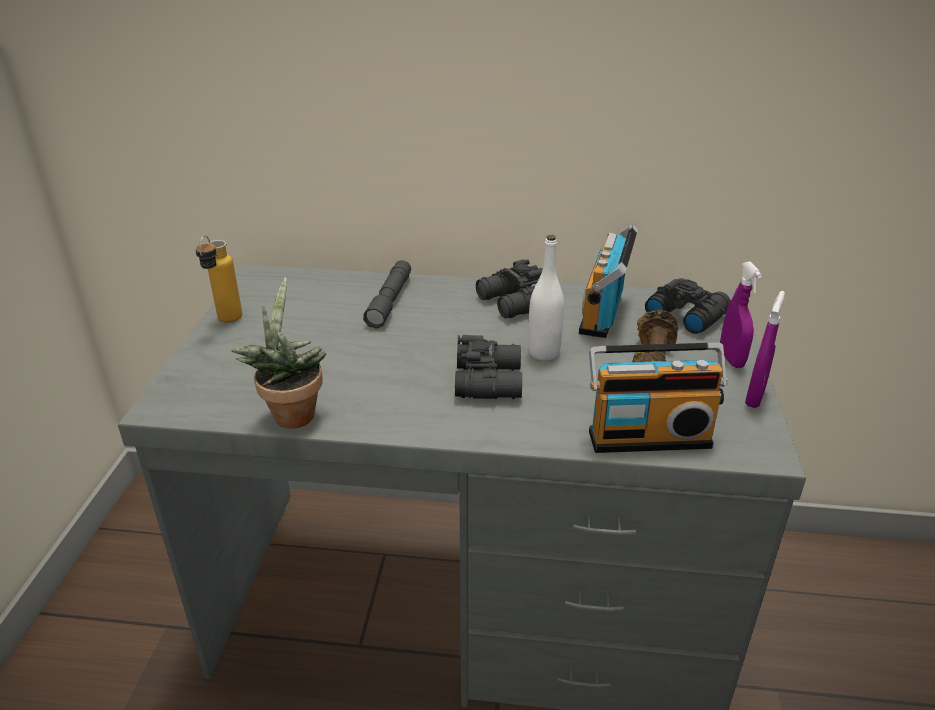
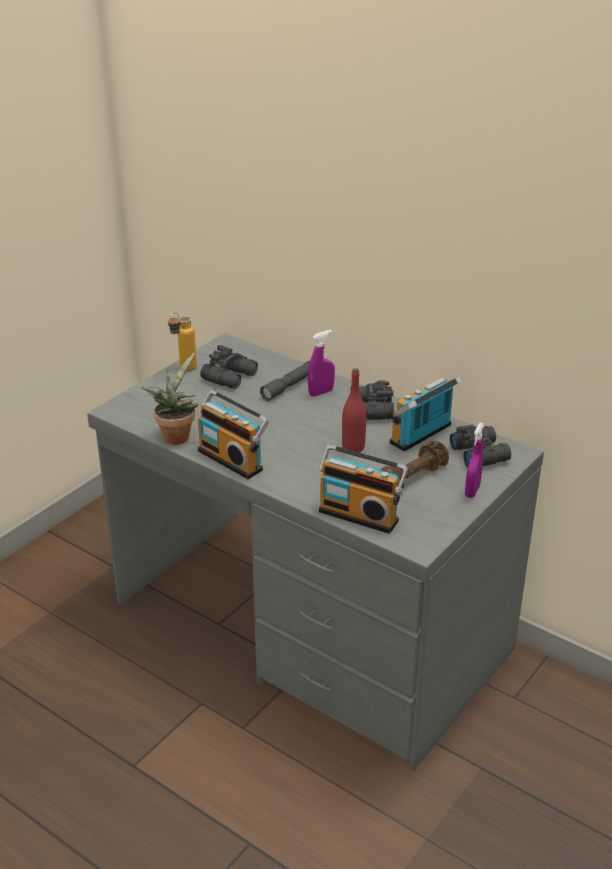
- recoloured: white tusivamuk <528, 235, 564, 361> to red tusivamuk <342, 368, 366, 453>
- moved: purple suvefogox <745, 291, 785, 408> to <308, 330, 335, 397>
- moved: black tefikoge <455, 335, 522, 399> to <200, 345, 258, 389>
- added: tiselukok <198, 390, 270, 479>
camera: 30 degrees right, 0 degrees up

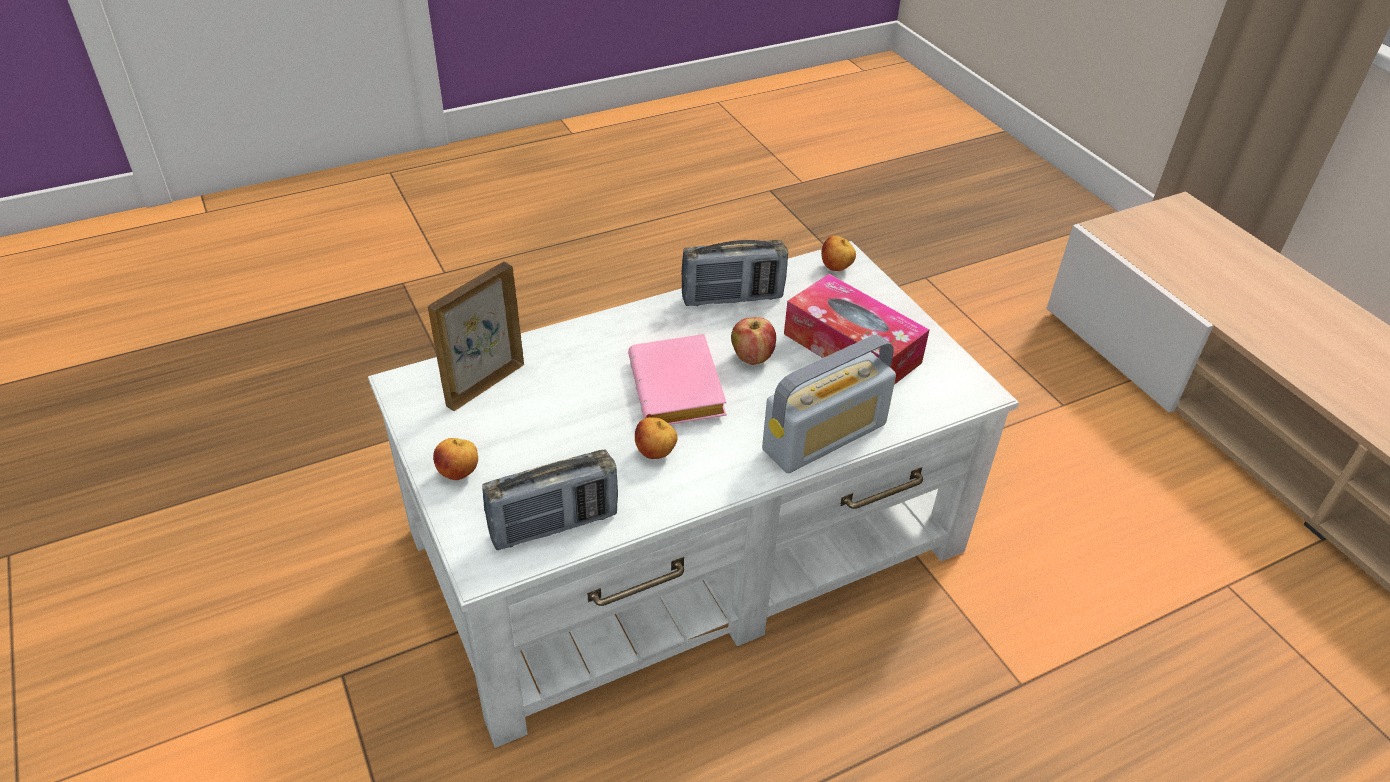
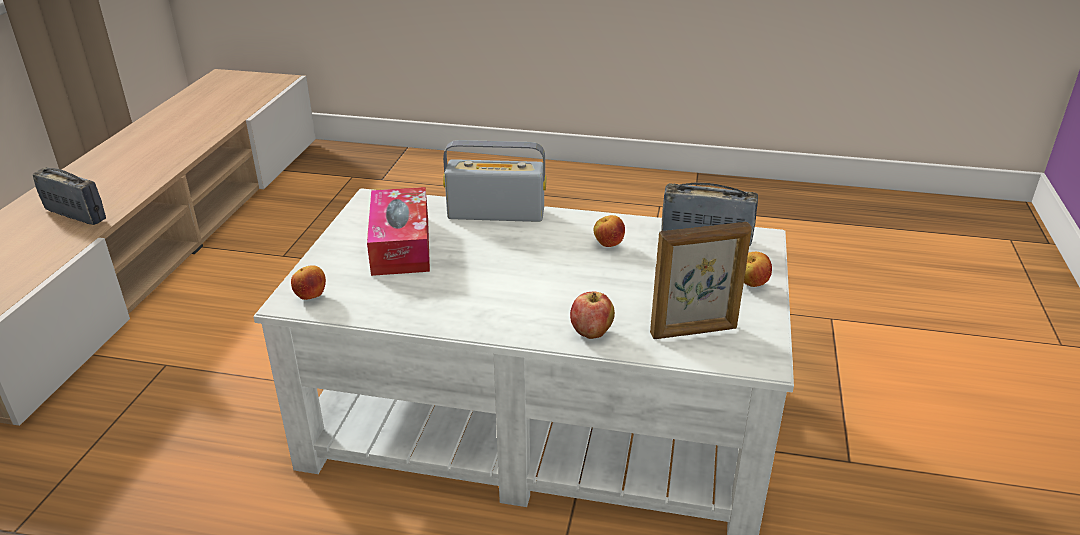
- moved: tiselukok <681, 240, 788, 306> to <33, 167, 106, 225>
- moved: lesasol <731, 317, 776, 365> to <570, 292, 615, 339>
- removed: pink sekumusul <628, 334, 727, 425>
camera: 140 degrees left, 10 degrees down

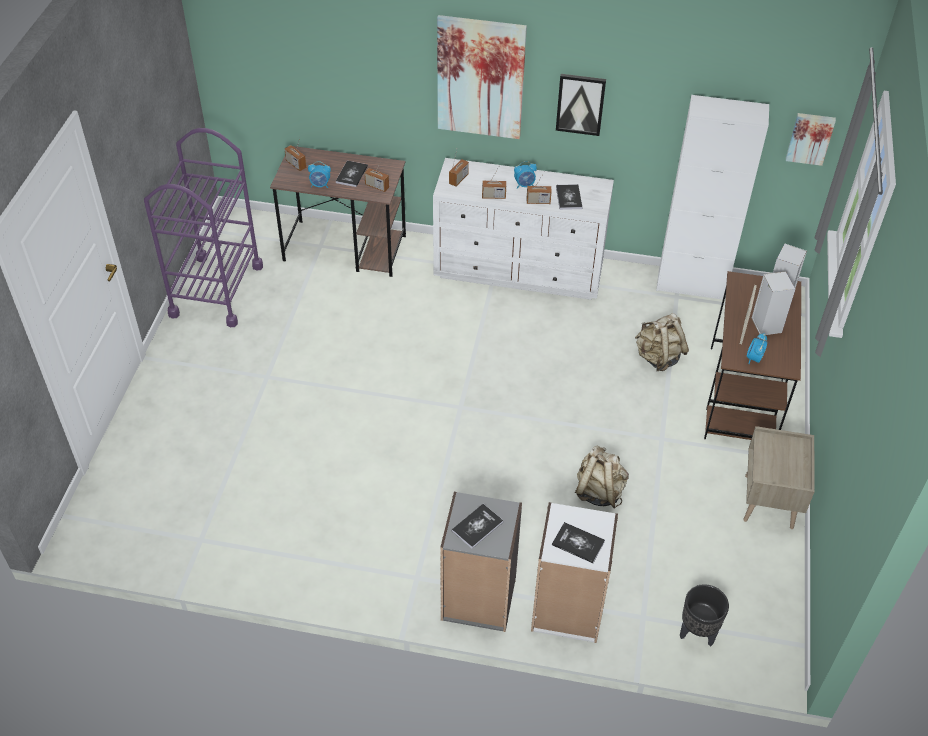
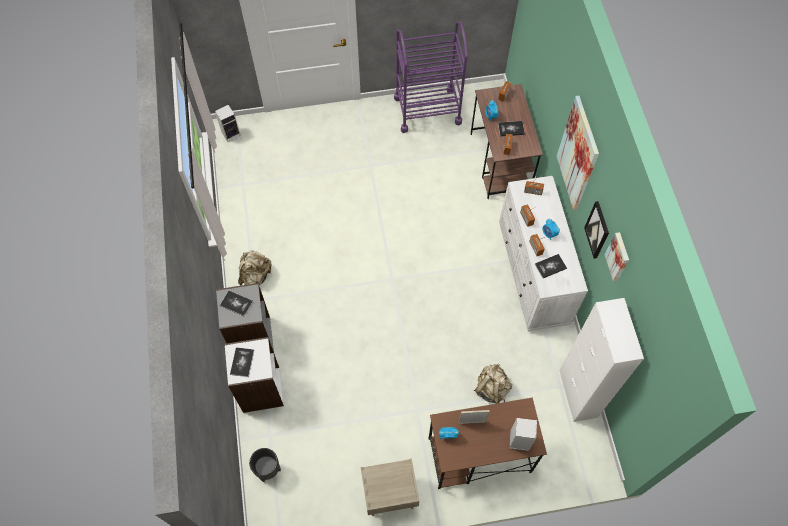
- moved: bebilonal <786, 113, 836, 166> to <605, 232, 629, 281>
- moved: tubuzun <752, 271, 795, 335> to <215, 105, 241, 142>
- moved: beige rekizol <575, 445, 629, 509> to <238, 250, 272, 286>
camera: 70 degrees right, 15 degrees up

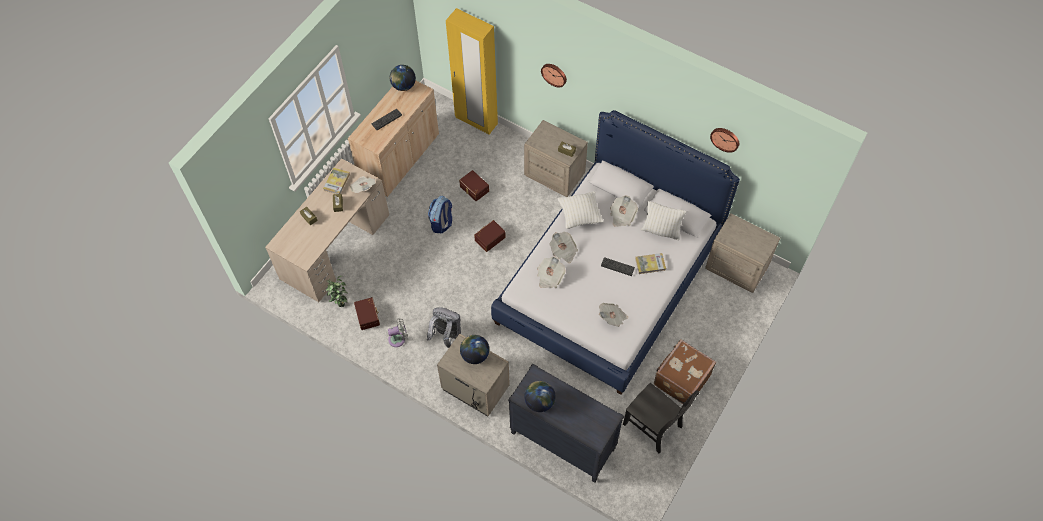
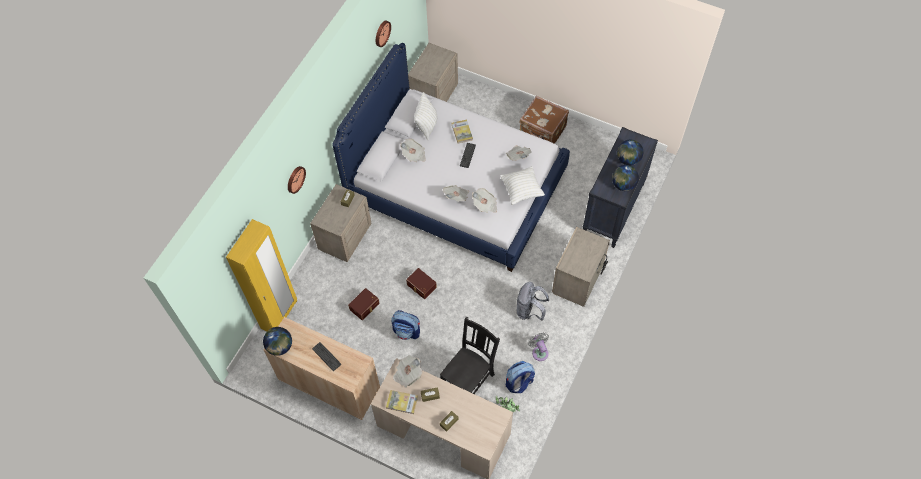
- moved: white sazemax <557, 191, 604, 229> to <500, 166, 545, 205>
- replaced: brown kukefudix <354, 297, 380, 330> to rekizol <506, 361, 535, 393>
- moved: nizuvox <460, 335, 489, 364> to <617, 140, 643, 166>
- moved: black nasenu <623, 383, 700, 454> to <440, 317, 500, 394>
camera: 95 degrees left, 0 degrees up

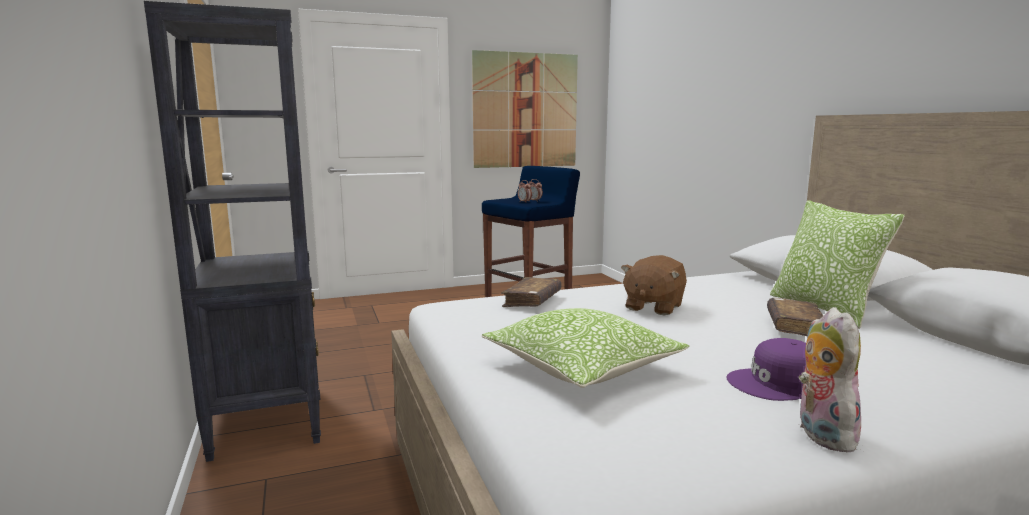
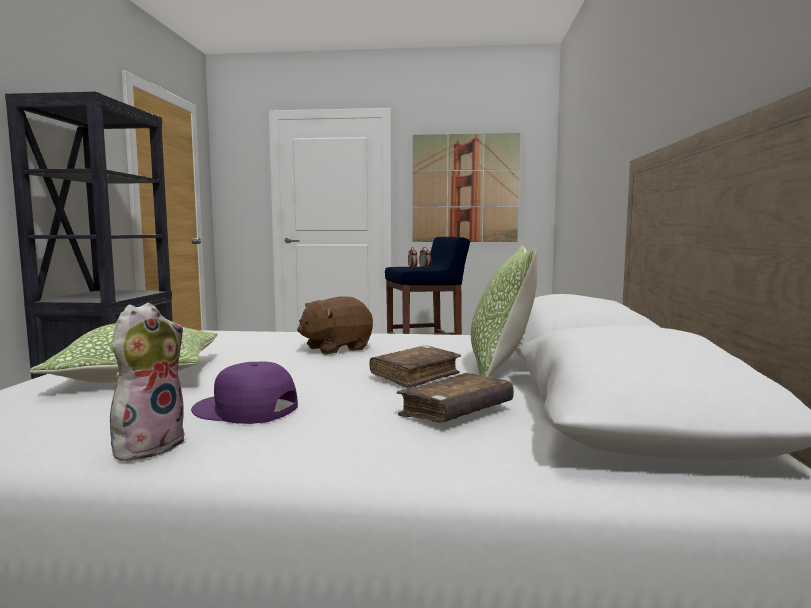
- moved: brown sekumusul <501, 277, 562, 307> to <396, 373, 514, 423>
camera: 25 degrees right, 5 degrees down

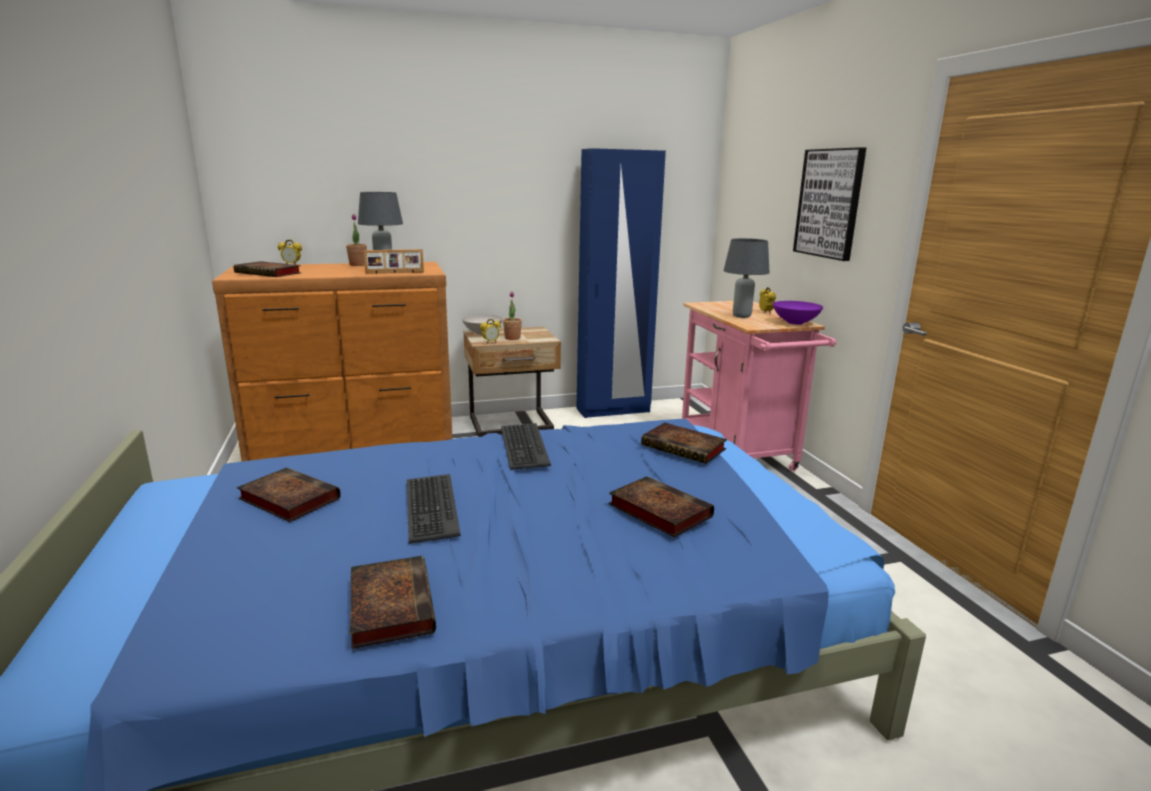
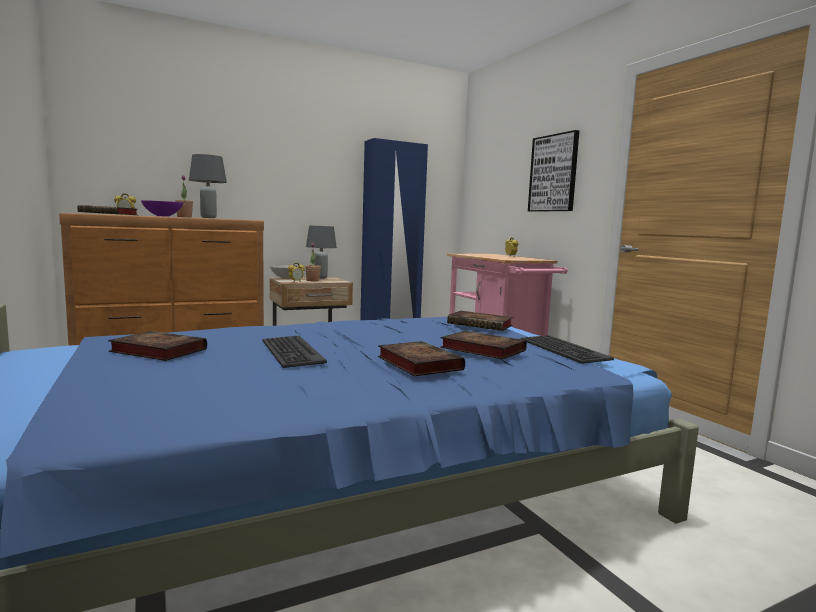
- moved: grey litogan <723, 238, 770, 318> to <306, 226, 337, 279>
- removed: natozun <363, 249, 424, 274>
- moved: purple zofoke <773, 301, 823, 325> to <141, 200, 183, 217>
- moved: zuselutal <501, 423, 551, 470> to <521, 335, 614, 364>
- moved: sekumusul <350, 556, 436, 649> to <378, 341, 465, 376>
camera: 10 degrees left, 10 degrees down

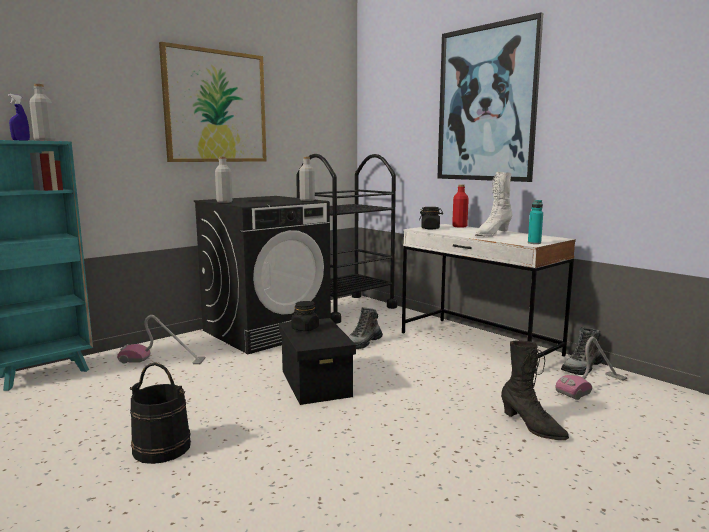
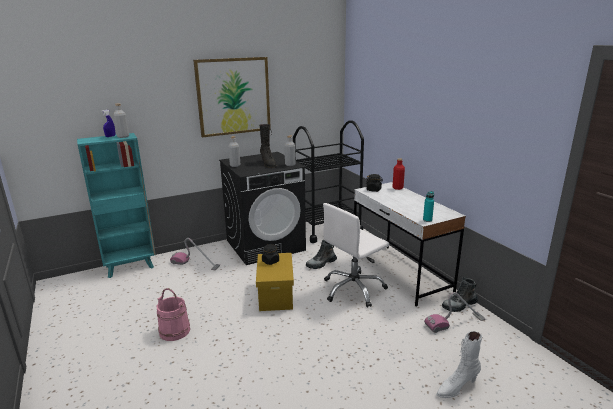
- removed: bebilonal <437, 12, 543, 182>
- moved: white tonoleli <475, 172, 512, 236> to <436, 331, 483, 398>
- recoloured: black kukefudix <279, 318, 356, 405> to yellow kukefudix <256, 253, 294, 311>
- moved: black tonoleli <501, 341, 569, 440> to <260, 124, 277, 168>
- recoloured: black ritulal <130, 362, 191, 464> to pink ritulal <157, 288, 190, 341>
- added: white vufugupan <323, 203, 389, 307>
camera: 15 degrees right, 10 degrees up

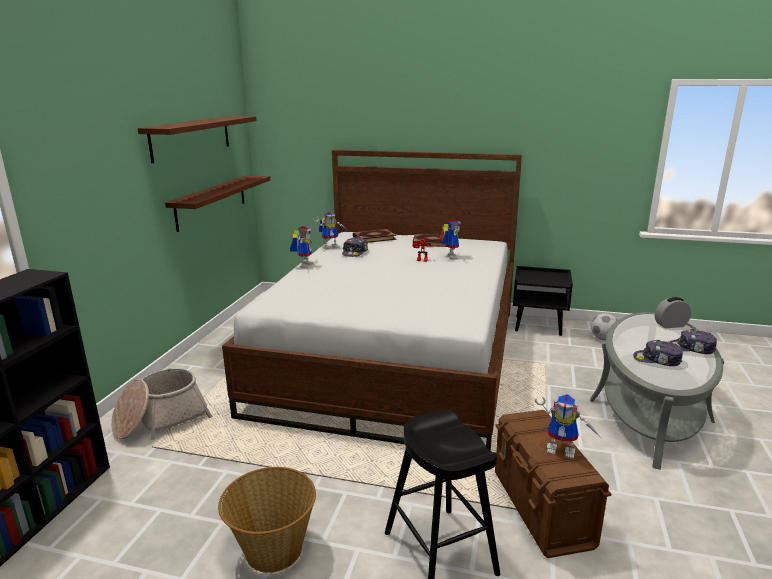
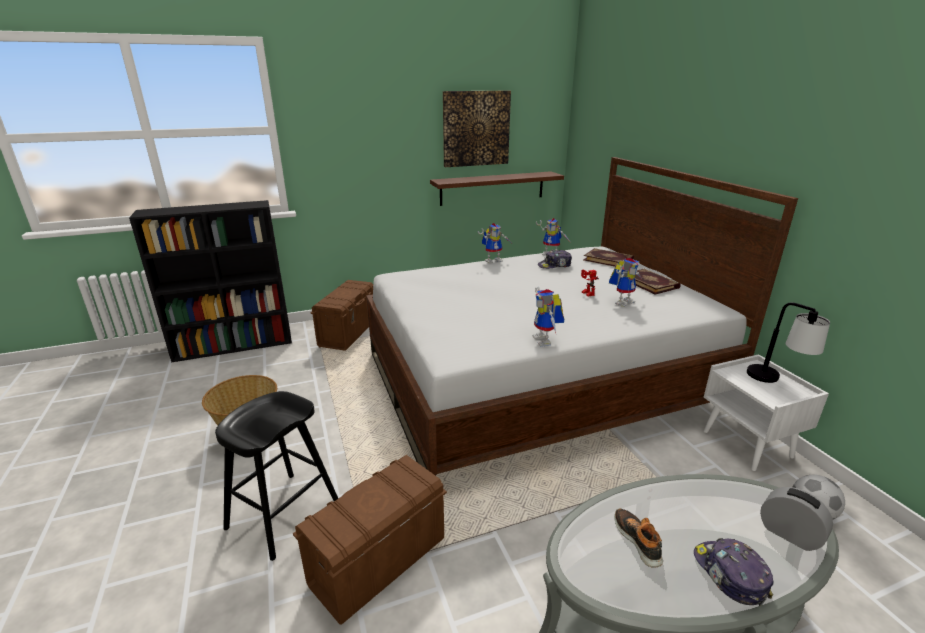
- replaced: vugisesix <138, 116, 257, 163> to bebilonal <443, 91, 511, 167>
- recoloured: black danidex <513, 266, 573, 336> to white danidex <704, 354, 829, 471>
- replaced: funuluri <633, 340, 683, 366> to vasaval <614, 508, 663, 568>
- replaced: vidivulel <111, 368, 212, 440> to brown kukefudix <310, 280, 373, 351>
- moved: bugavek <535, 394, 600, 459> to <533, 287, 564, 347>
- added: litogan <747, 302, 830, 383>
camera: 55 degrees right, 5 degrees up

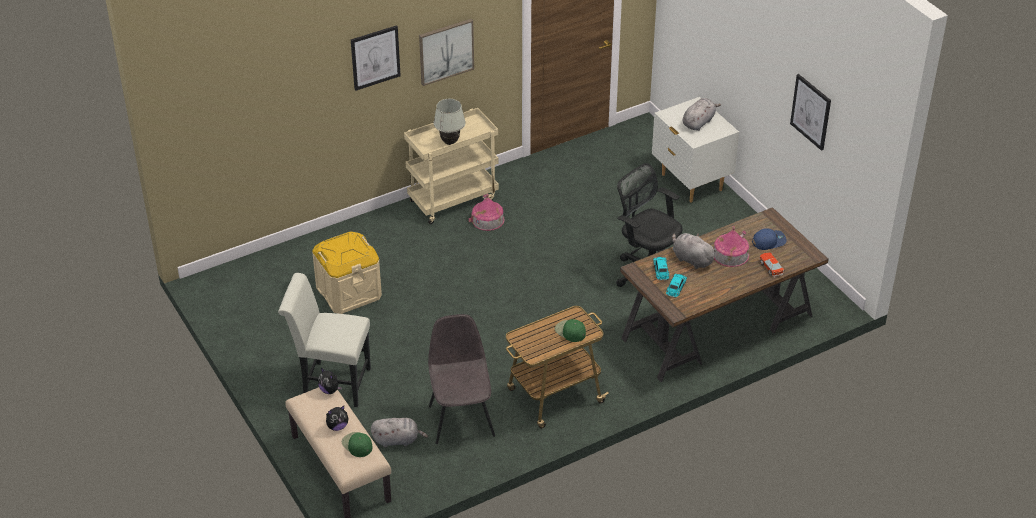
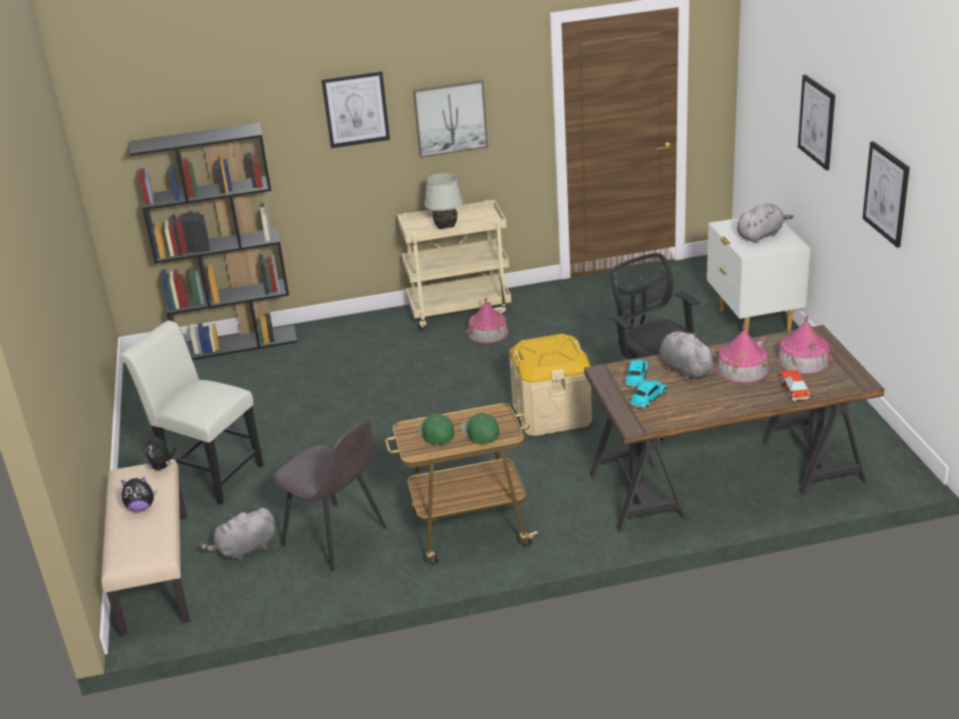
- replaced: blue funuluri <752, 228, 787, 250> to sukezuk <777, 316, 834, 375>
- moved: beige kukefudix <312, 231, 382, 314> to <509, 334, 592, 436>
- turned: grey nasenu <428, 314, 495, 444> = <273, 420, 386, 571> 120 degrees clockwise
- turned: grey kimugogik <371, 418, 428, 447> = <200, 508, 275, 561> 135 degrees clockwise
- moved: green funuluri <342, 432, 372, 457> to <418, 413, 454, 445>
- added: bebilonal <798, 75, 835, 170>
- added: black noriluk <130, 123, 297, 360>
camera: 20 degrees right, 10 degrees down

